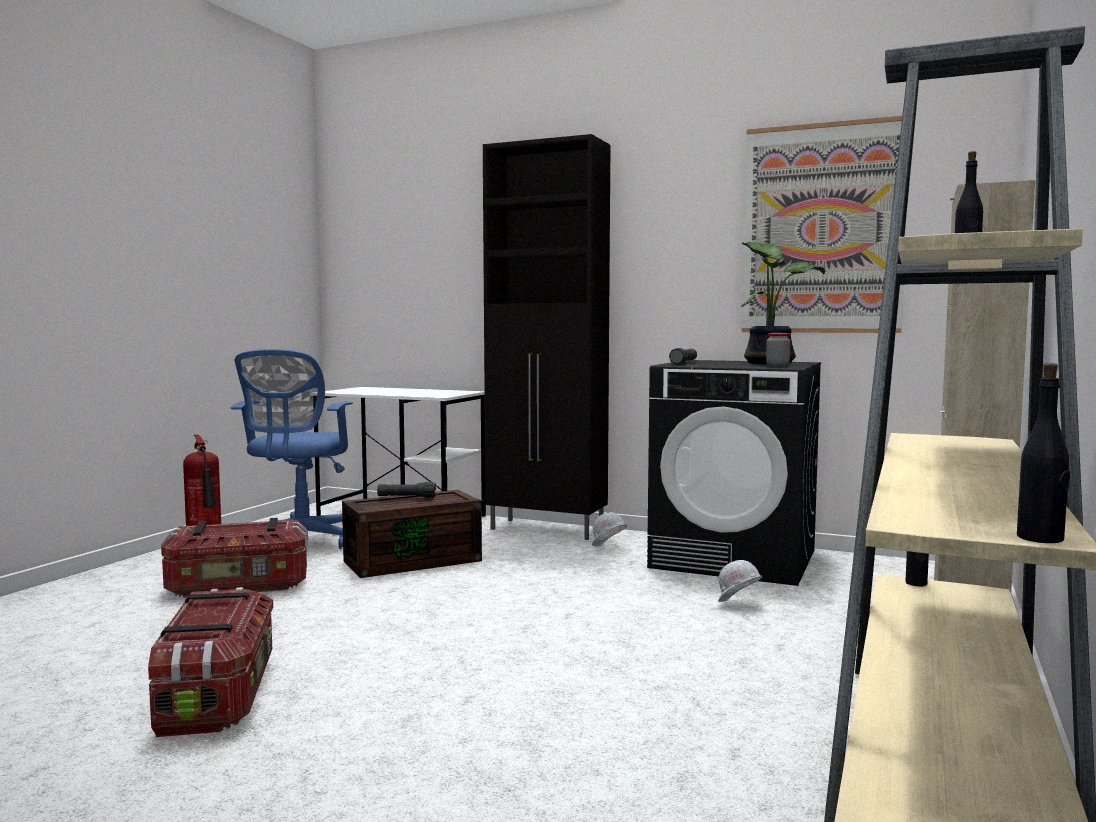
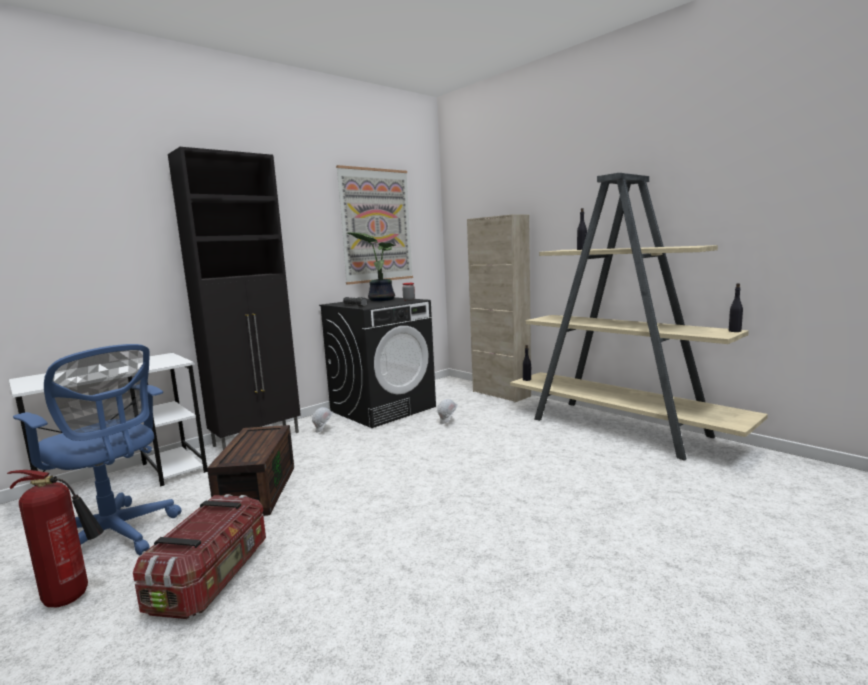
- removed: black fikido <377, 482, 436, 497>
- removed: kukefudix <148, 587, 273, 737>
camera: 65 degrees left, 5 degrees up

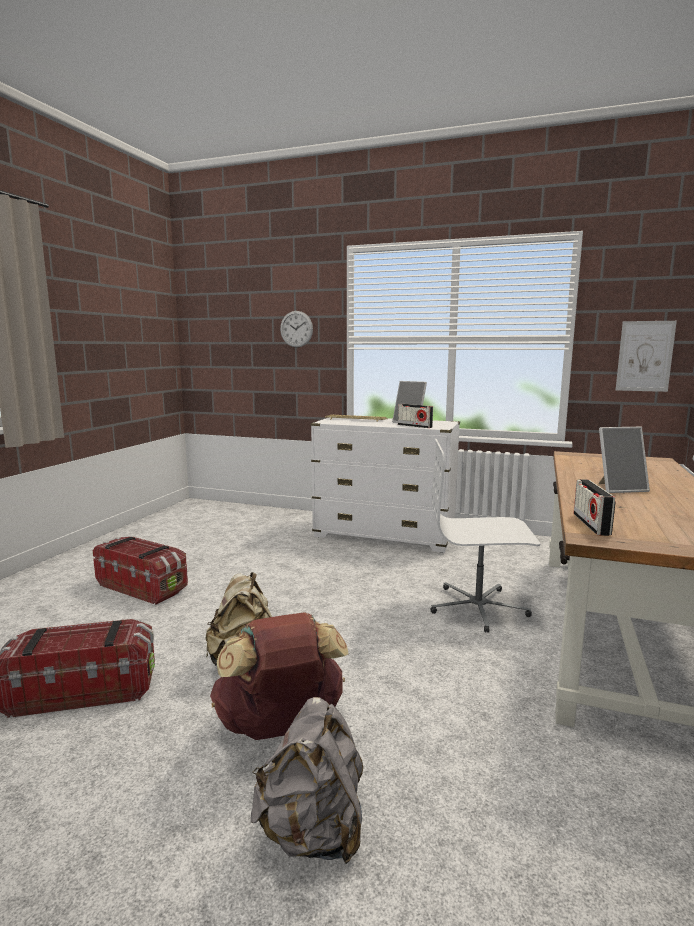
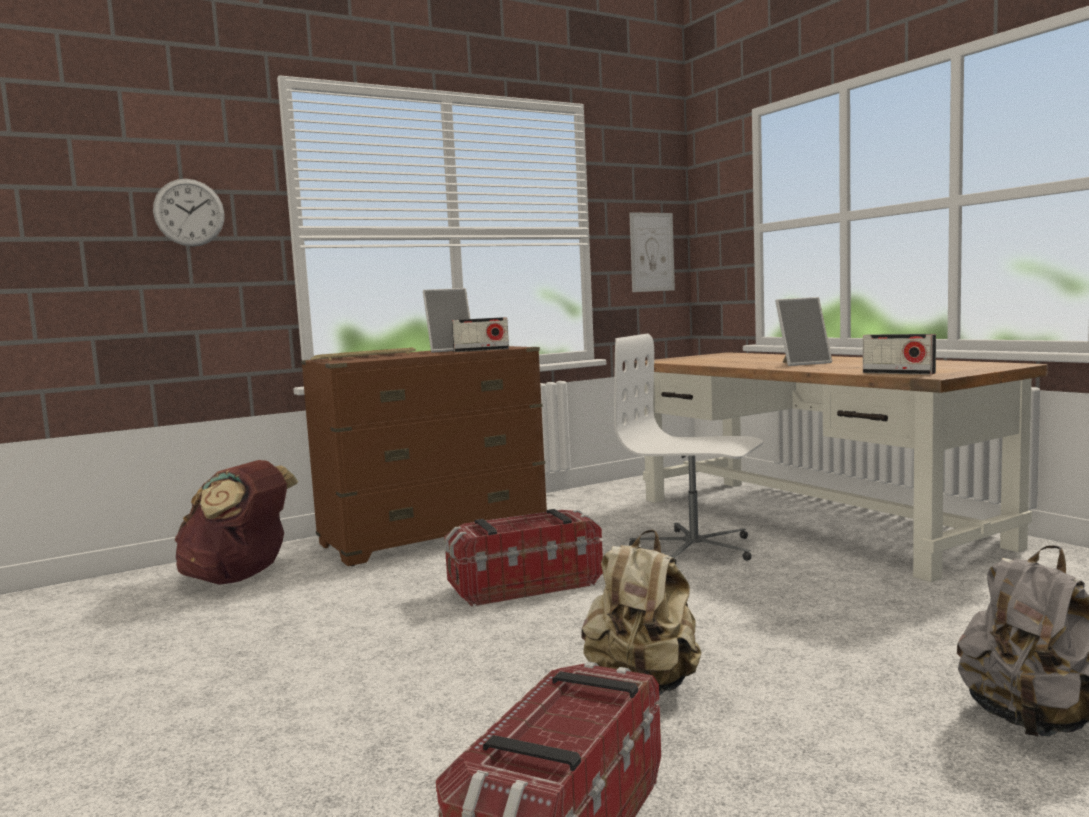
- recoloured: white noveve <311, 418, 460, 553> to brown noveve <301, 346, 547, 566>
- turned: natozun <598, 427, 650, 493> = <775, 297, 832, 366> 45 degrees clockwise
- turned: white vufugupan <430, 438, 540, 633> = <614, 334, 763, 564> 75 degrees clockwise
- moved: kukefudix <93, 537, 188, 605> to <444, 509, 603, 607>
- moved: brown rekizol <210, 612, 348, 740> to <175, 460, 298, 585>
camera: 50 degrees left, 5 degrees down

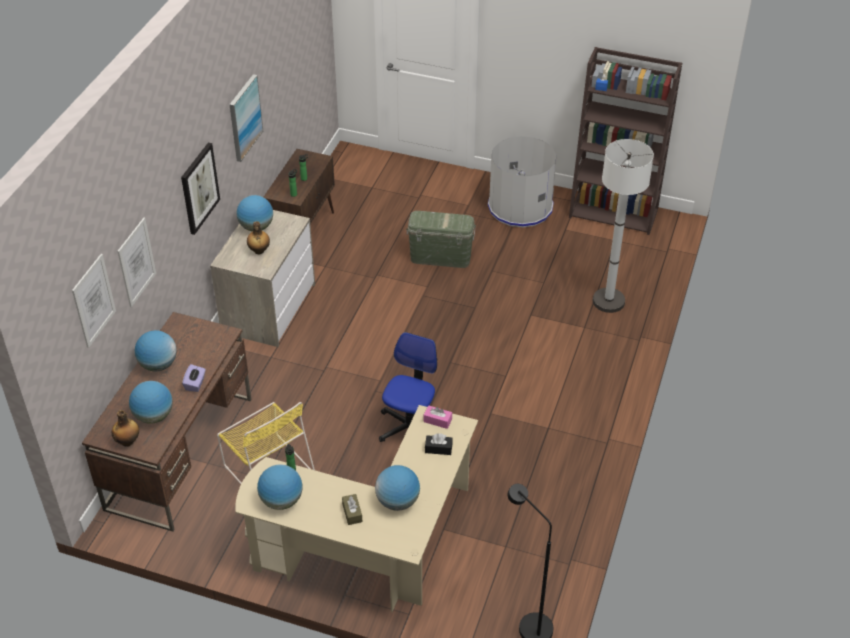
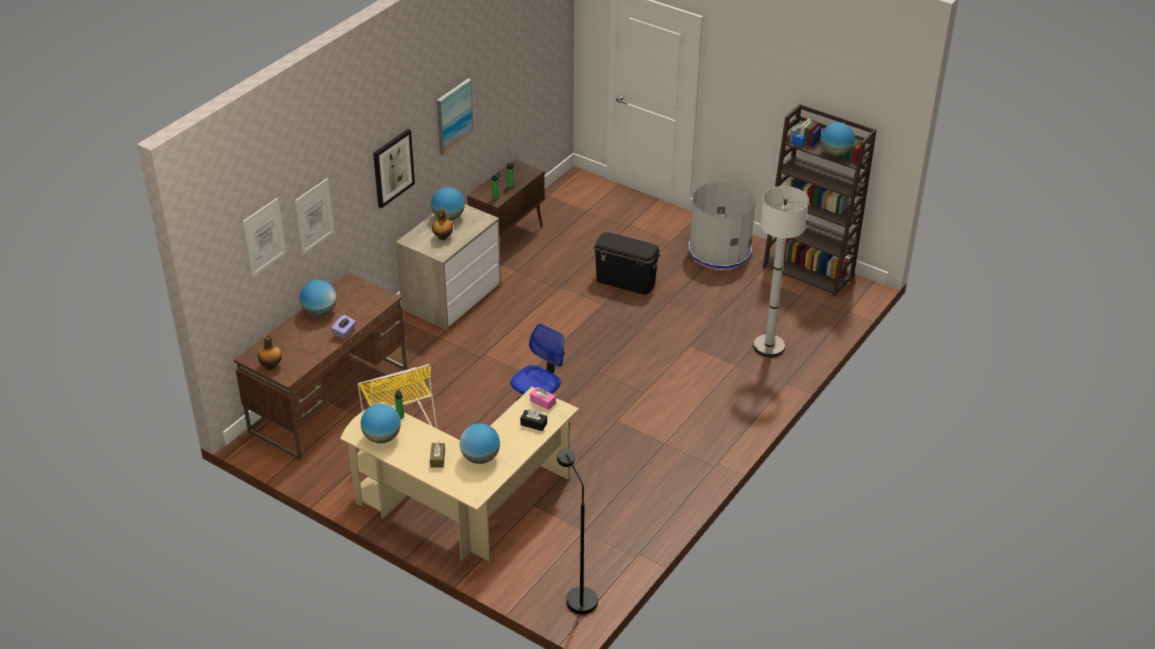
- recoloured: green kukefudix <406, 211, 476, 268> to black kukefudix <593, 232, 660, 294>
- moved: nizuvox <129, 381, 173, 424> to <820, 122, 855, 156>
camera: 15 degrees right, 5 degrees down

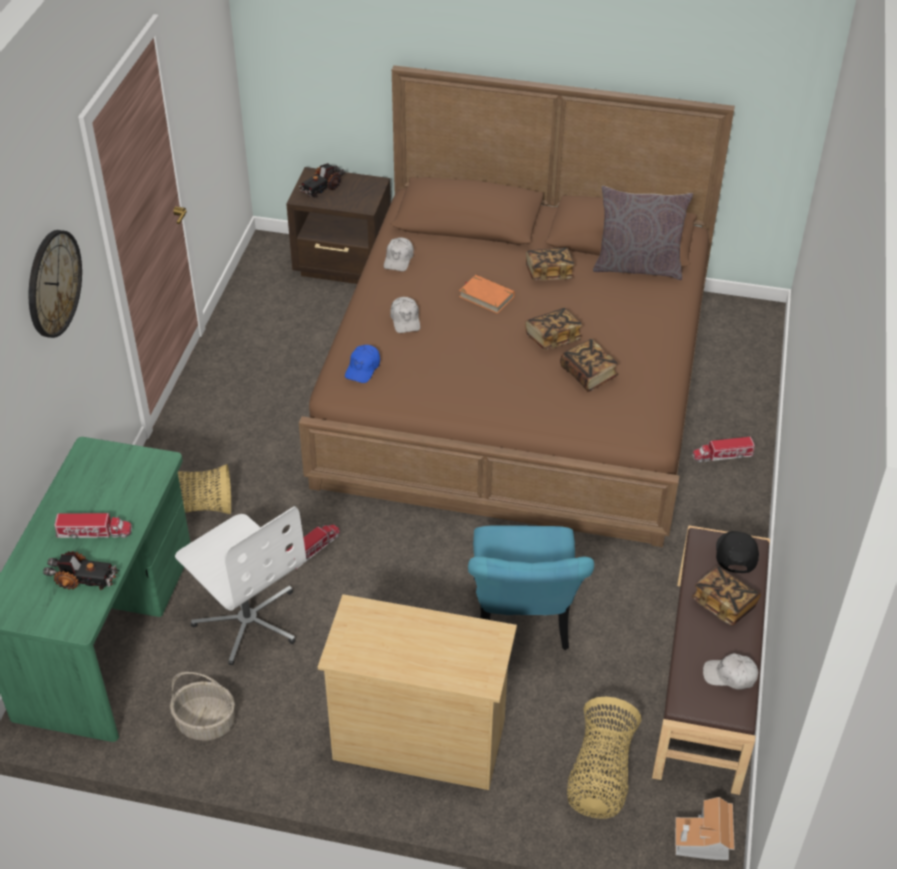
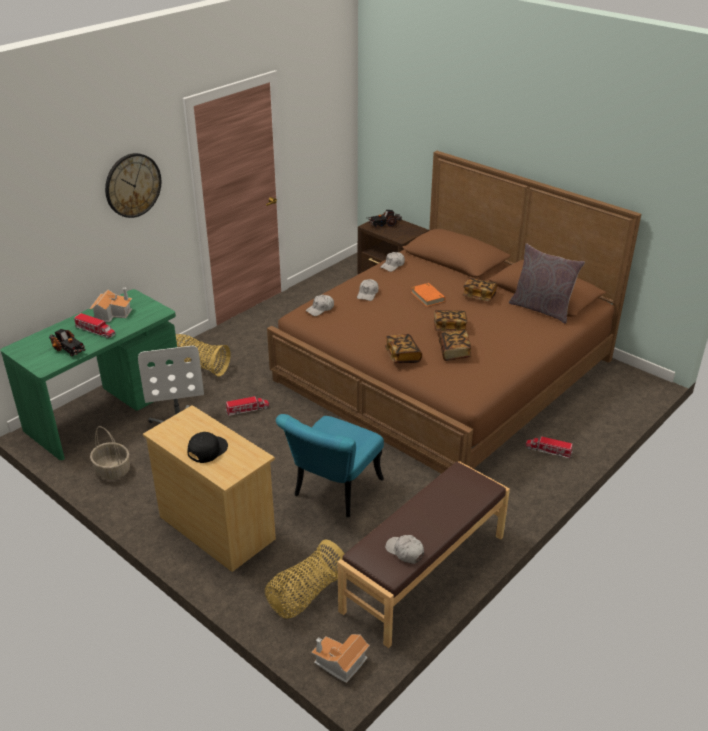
- recoloured: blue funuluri <345, 345, 380, 383> to white funuluri <306, 295, 334, 316>
- moved: black funuluri <716, 531, 759, 573> to <188, 432, 228, 463>
- moved: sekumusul <692, 566, 761, 625> to <385, 334, 422, 363>
- added: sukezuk <90, 288, 132, 322>
camera: 30 degrees right, 10 degrees down

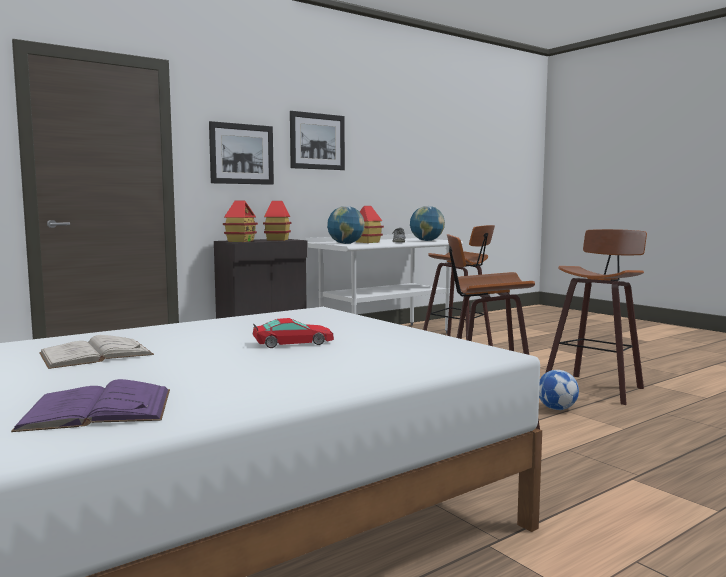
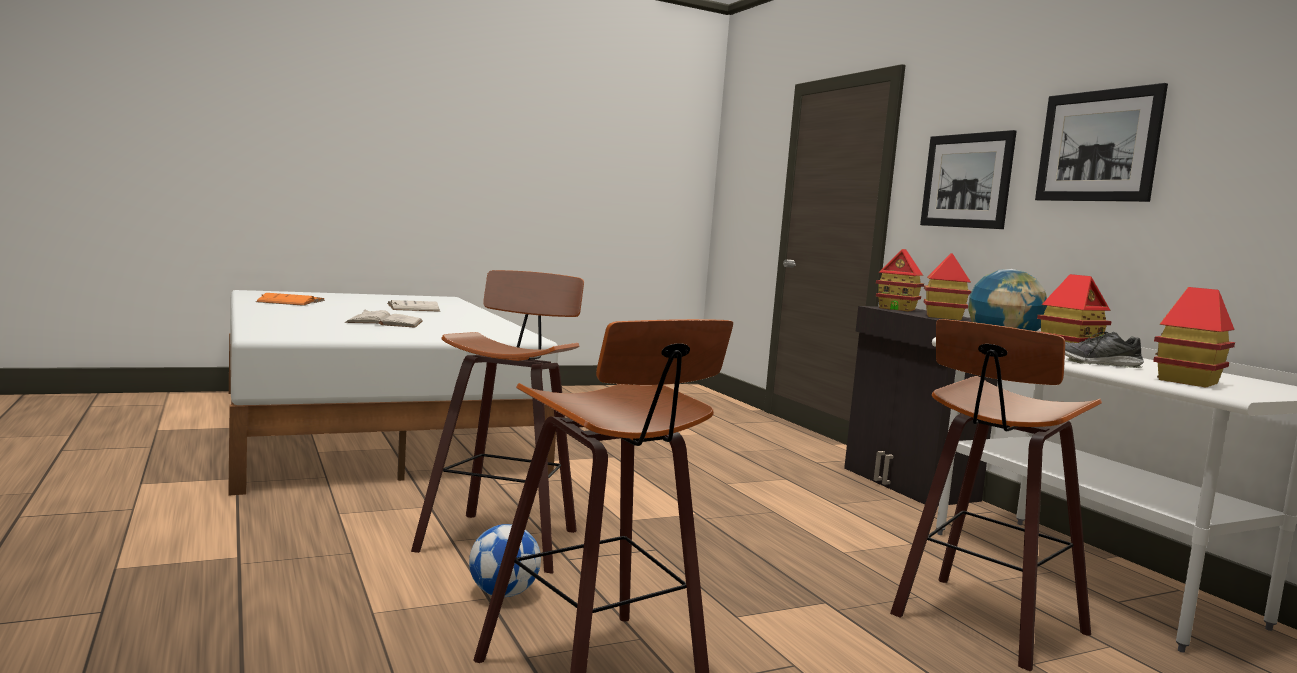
- replaced: nizuvox <410, 206, 445, 241> to sukezuk <1153, 287, 1235, 387>
- replaced: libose <253, 318, 334, 348> to white sekumusul <344, 309, 423, 328>
- recoloured: purple sekumusul <11, 379, 170, 432> to orange sekumusul <256, 293, 325, 306>
camera: 100 degrees right, 0 degrees up

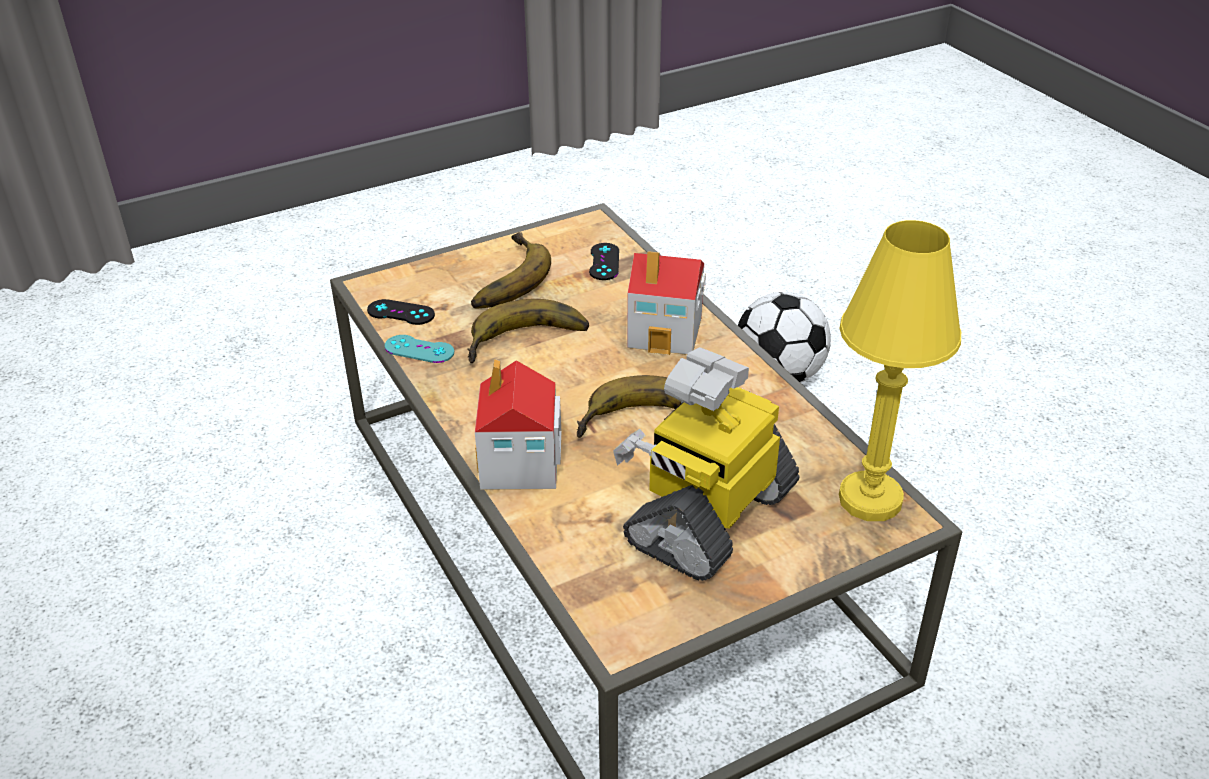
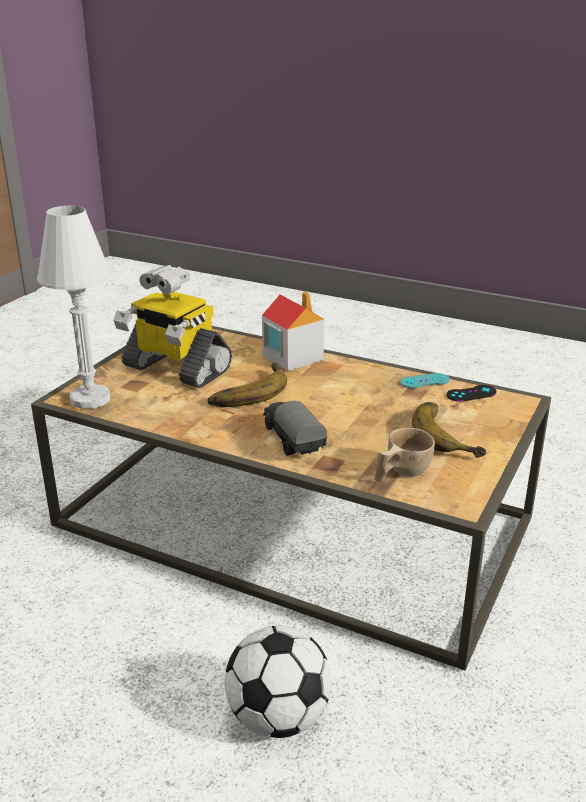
- recoloured: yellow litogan <839, 220, 961, 521> to white litogan <37, 205, 111, 409>
- replaced: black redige <589, 243, 619, 280> to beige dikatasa <374, 428, 435, 482>
- replaced: sukezuk <627, 251, 706, 355> to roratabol <263, 401, 327, 456>
- removed: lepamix <467, 299, 589, 363>
- turned: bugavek <613, 347, 800, 581> = <113, 265, 232, 388> 120 degrees clockwise
camera: 145 degrees right, 10 degrees down

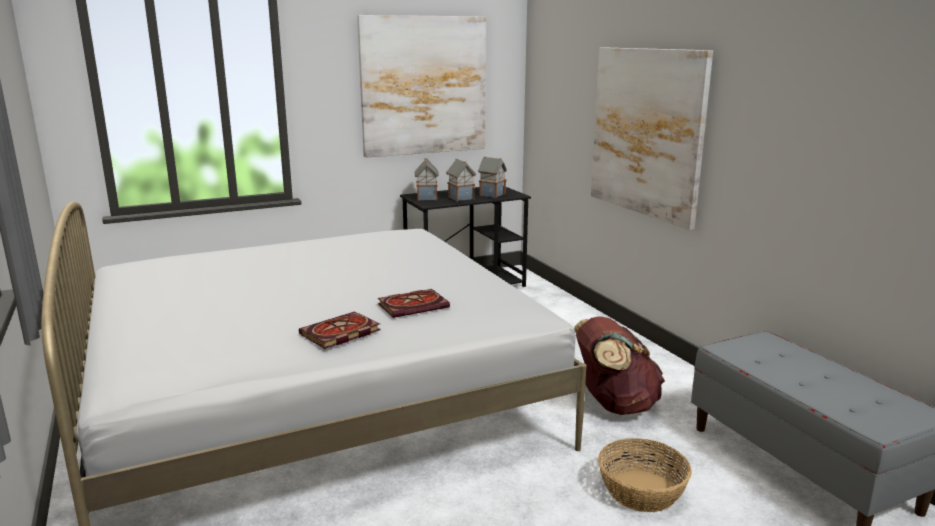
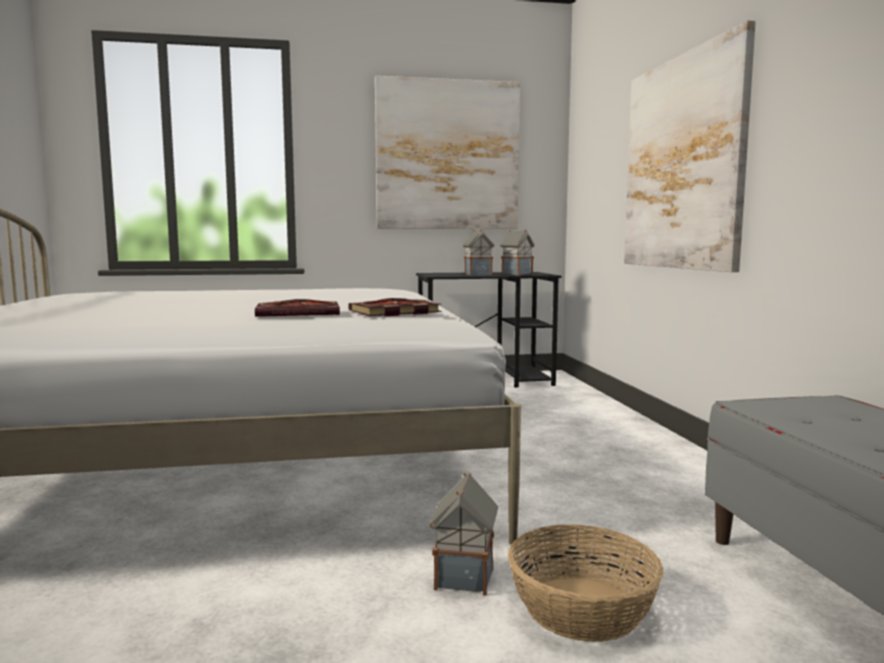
- moved: sukezuk <415, 158, 439, 201> to <429, 473, 498, 596>
- moved: sekumusul <299, 311, 381, 349> to <348, 298, 442, 316>
- removed: brown rekizol <574, 317, 665, 415>
camera: 15 degrees right, 10 degrees down

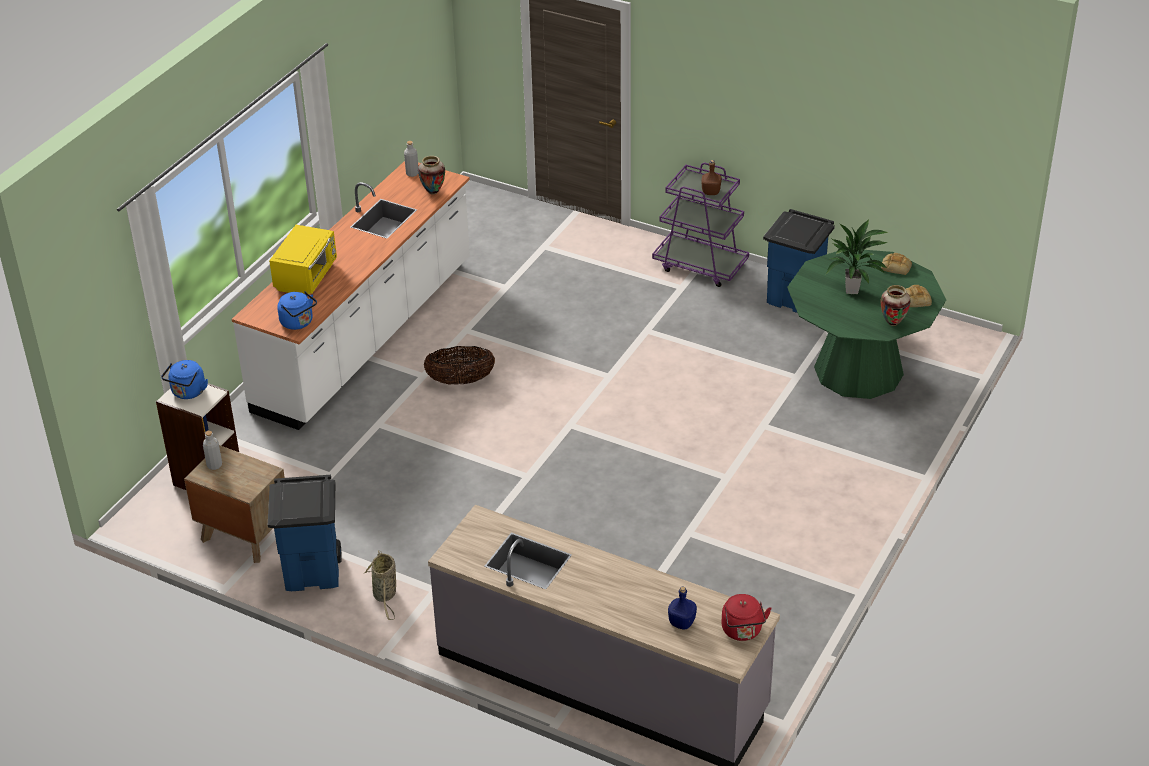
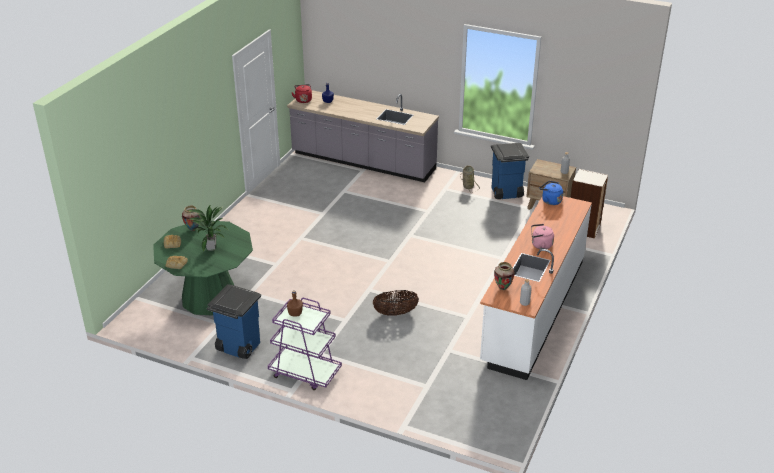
- removed: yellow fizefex <269, 225, 337, 294>
- moved: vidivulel <424, 346, 495, 385> to <373, 290, 419, 316>
- removed: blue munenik <161, 360, 208, 399>
- added: pink munenik <531, 224, 554, 249>
camera: 175 degrees right, 5 degrees down

